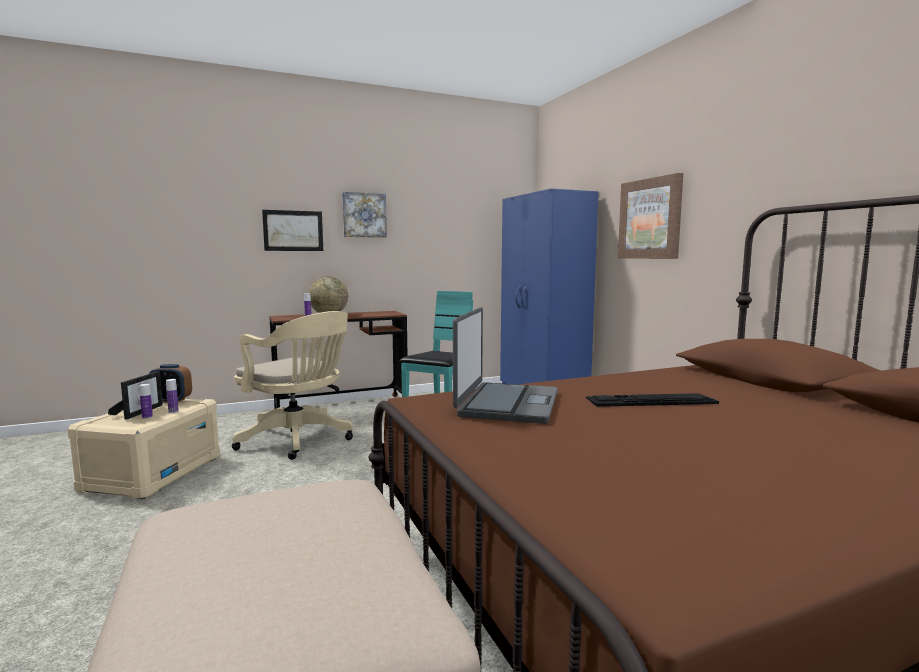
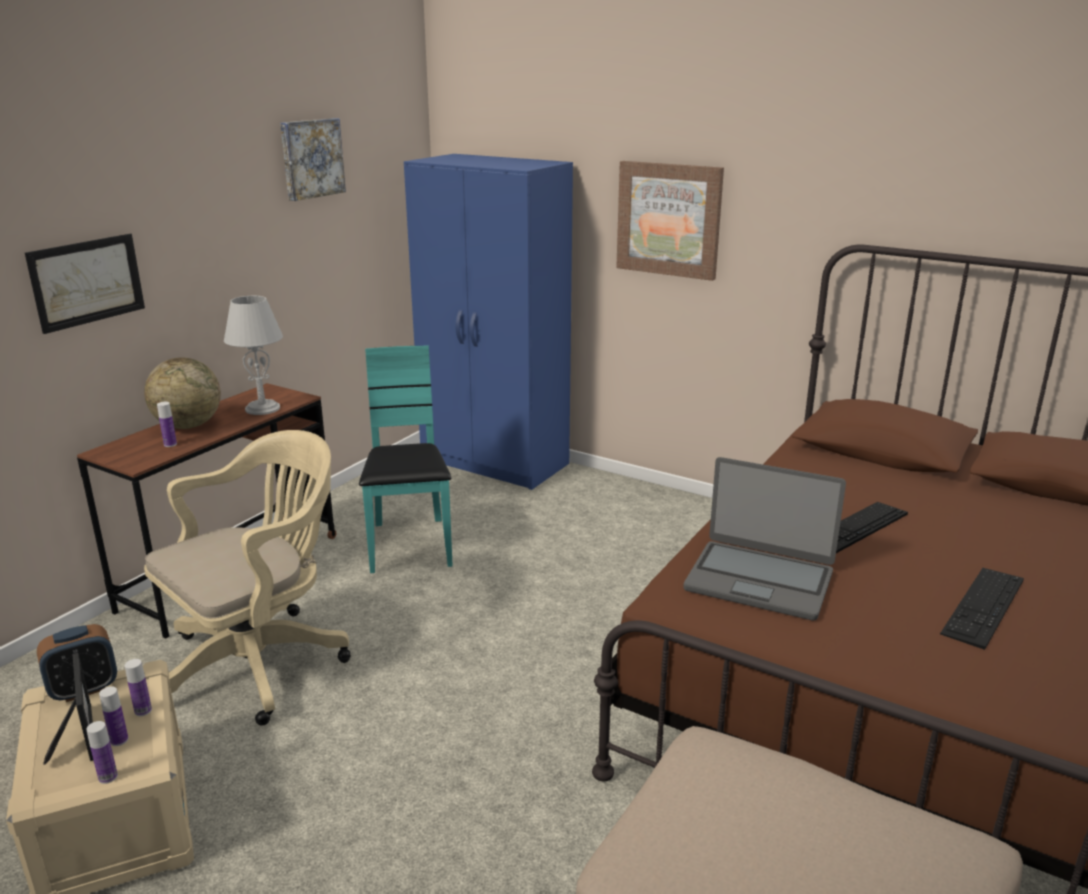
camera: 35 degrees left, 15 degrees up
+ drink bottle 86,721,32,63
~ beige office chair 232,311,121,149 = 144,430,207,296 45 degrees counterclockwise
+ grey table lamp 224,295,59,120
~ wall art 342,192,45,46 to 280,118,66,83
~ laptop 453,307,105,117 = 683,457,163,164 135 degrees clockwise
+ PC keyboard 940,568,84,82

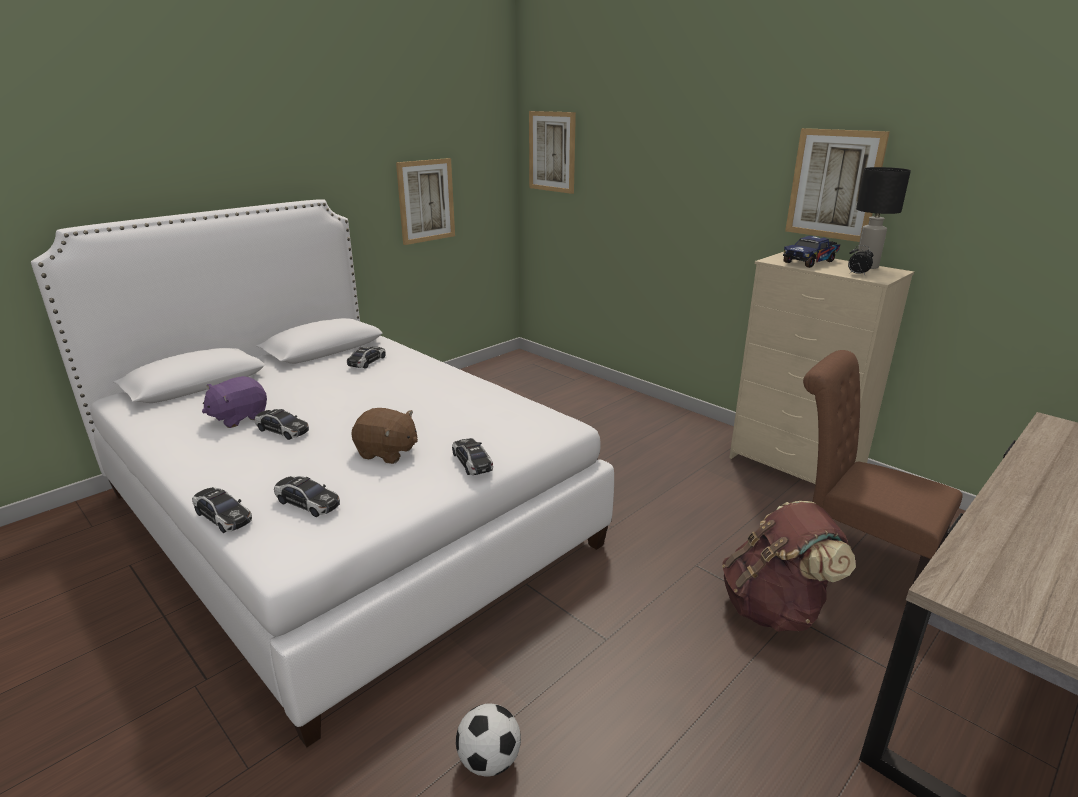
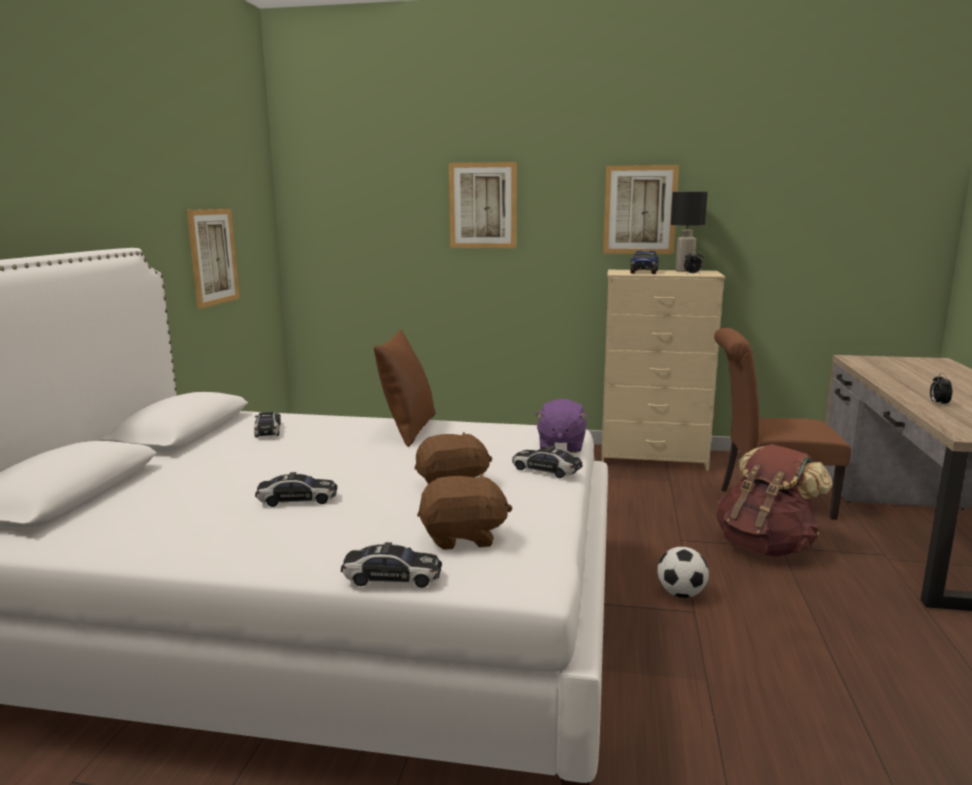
camera: 35 degrees left, 10 degrees down
+ brownish pillow 374,329,61,118
~ miniature car 274,476,66,41 to brownish plush toy 417,473,96,77
~ wall art 529,111,47,83 to 449,162,68,86
~ purple plush toy 202,376,65,52 to 534,399,55,54
~ ball for football 456,704,65,73 to 657,547,52,51
+ table clock 930,373,22,33

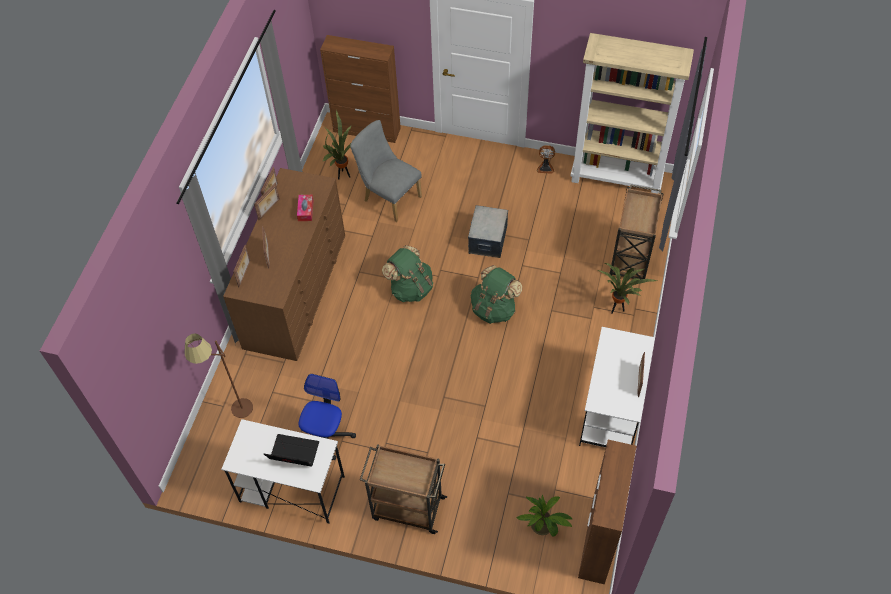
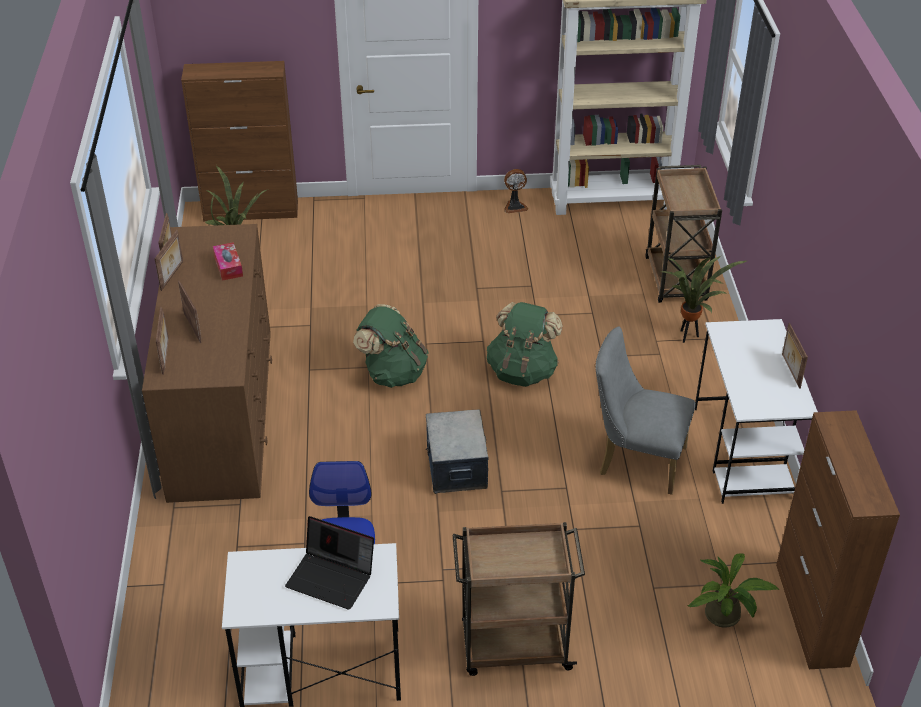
camera: 20 degrees left, 15 degrees down
~ laptop 263,434,56,33 = 285,516,89,94 150 degrees counterclockwise
~ storage bin 468,205,40,53 to 426,410,63,84
~ grey plain chair 350,120,72,102 to 595,327,100,168
- brownish standing lamp 184,334,69,84

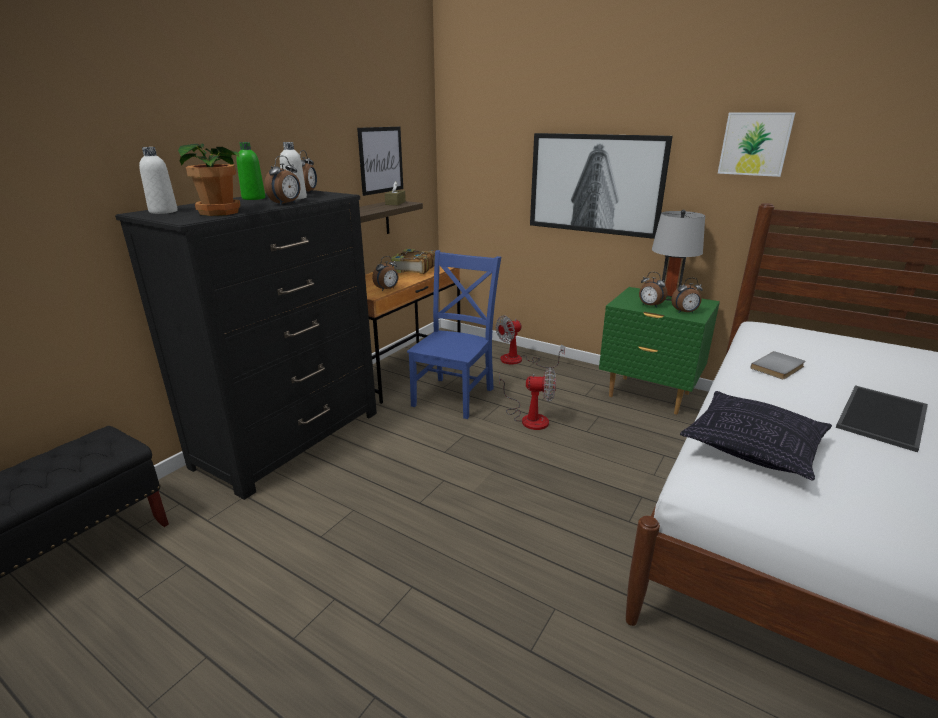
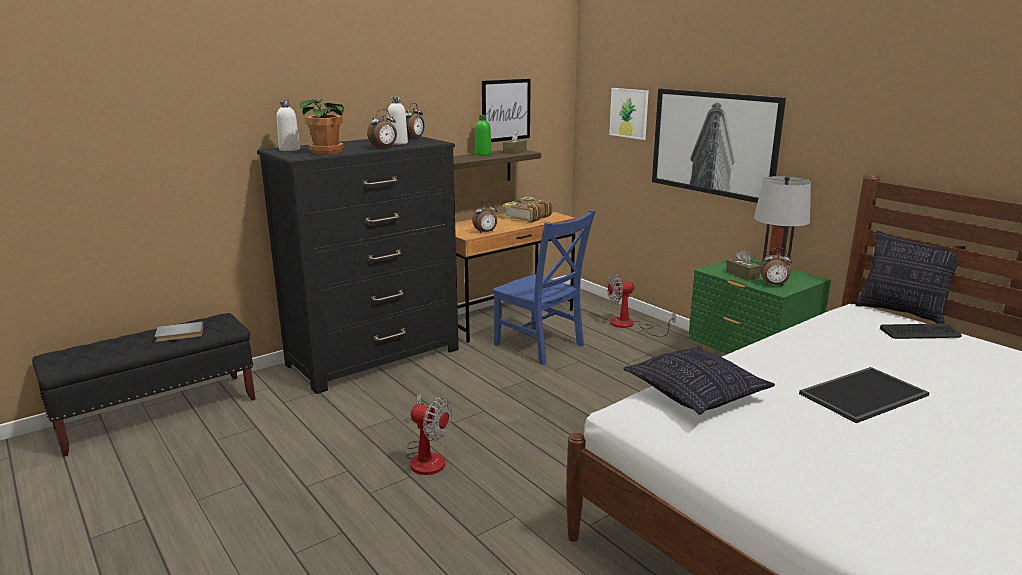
camera: 20 degrees right, 5 degrees down
~ grey volume 750,351,55,28 to 155,322,49,20
~ fan 499,367,57,63 to 406,394,46,81
~ greenish drink bottle 236,142,29,58 to 475,115,17,41
~ blue-coloured plain chair 407,250,94,169 = 492,210,104,155 90 degrees clockwise
~ wall art 718,112,78,65 to 609,88,40,52
~ table clock 639,272,28,36 to brownish box of tissues 726,250,35,31
+ pillow 855,230,111,94
+ PC keyboard 880,323,82,16

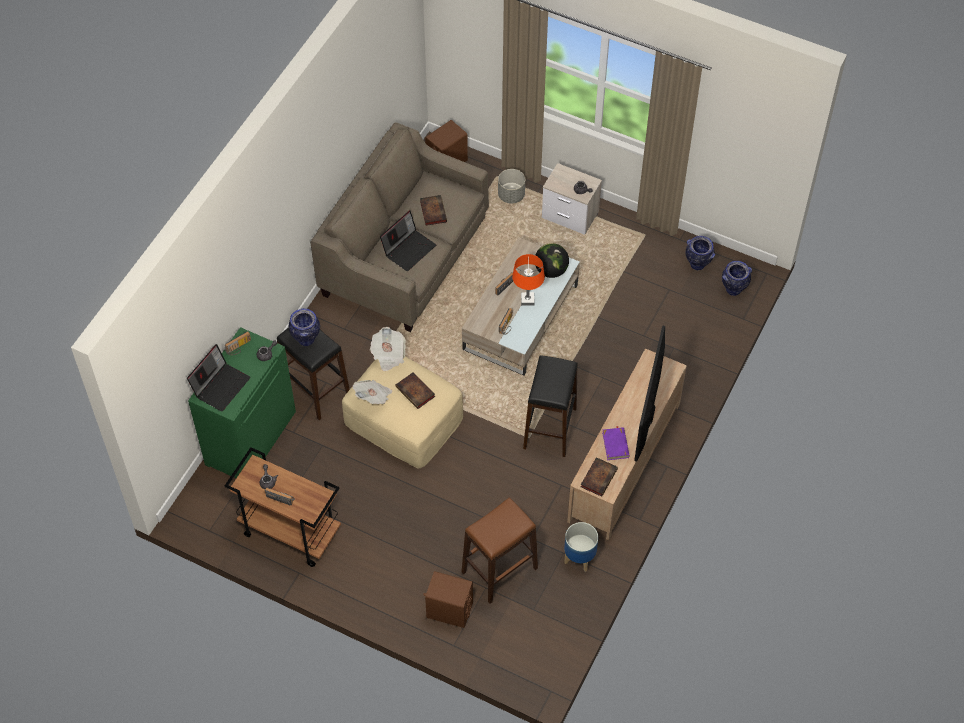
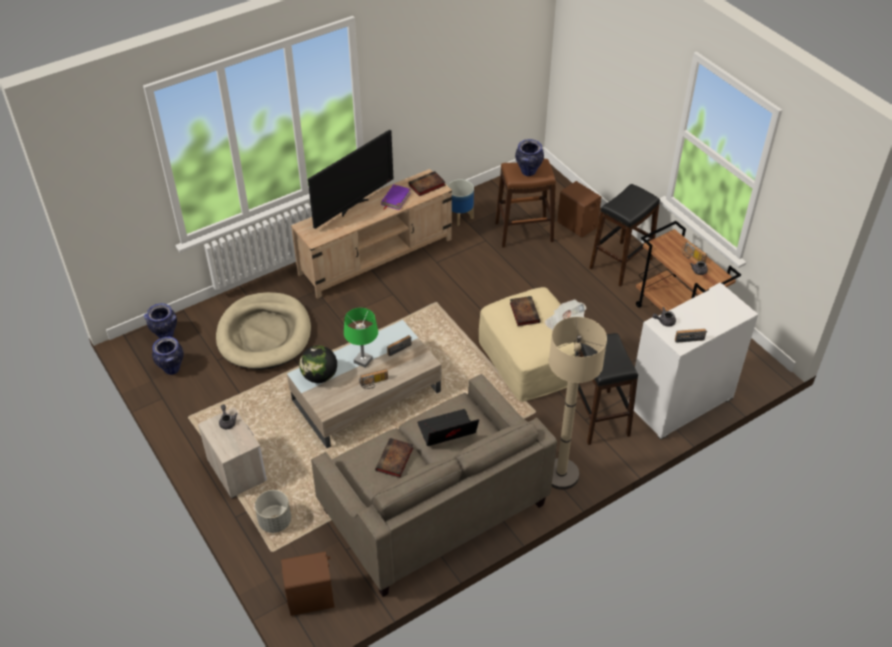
camera: 150 degrees left, 10 degrees down
+ beige dog cushion 216,292,95,78
~ orange-coloured table lamp 512,254,33,52 to greenish table lamp 344,308,34,60
~ vase 289,308,31,38 to 515,139,29,37
+ beige standing lamp 549,317,58,173
~ blackish sitting stool 523,355,55,102 to 590,184,70,103
~ greenish cupboard 188,327,108,151 to white-coloured cupboard 628,283,130,157
- laptop 187,344,64,67
- daily paper 370,327,36,44

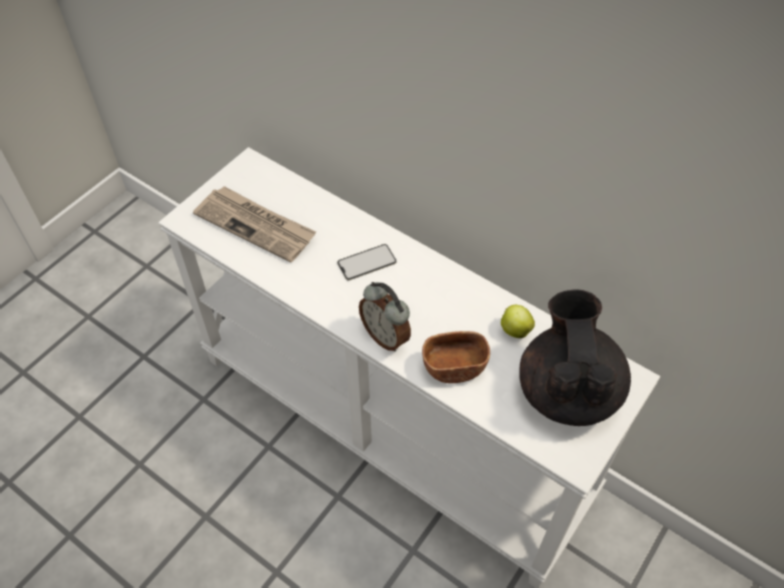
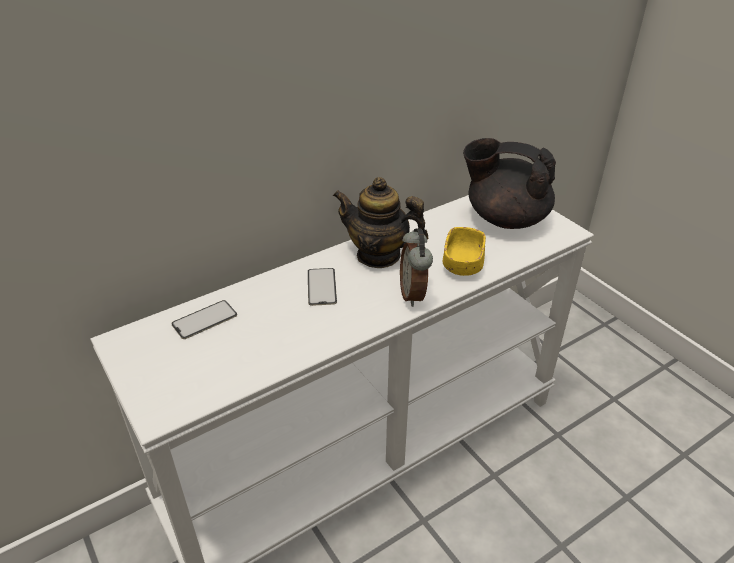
camera: 70 degrees left, 15 degrees down
+ phone 171,300,66,39
+ pot for tea 333,177,95,91
~ table clock 359,282,52,69 = 400,229,33,78 105 degrees clockwise
~ brownish deep dish 422,331,68,52 to yellow-coloured deep dish 443,227,43,49
- daily paper 193,186,123,77
- whole apple 501,305,34,33

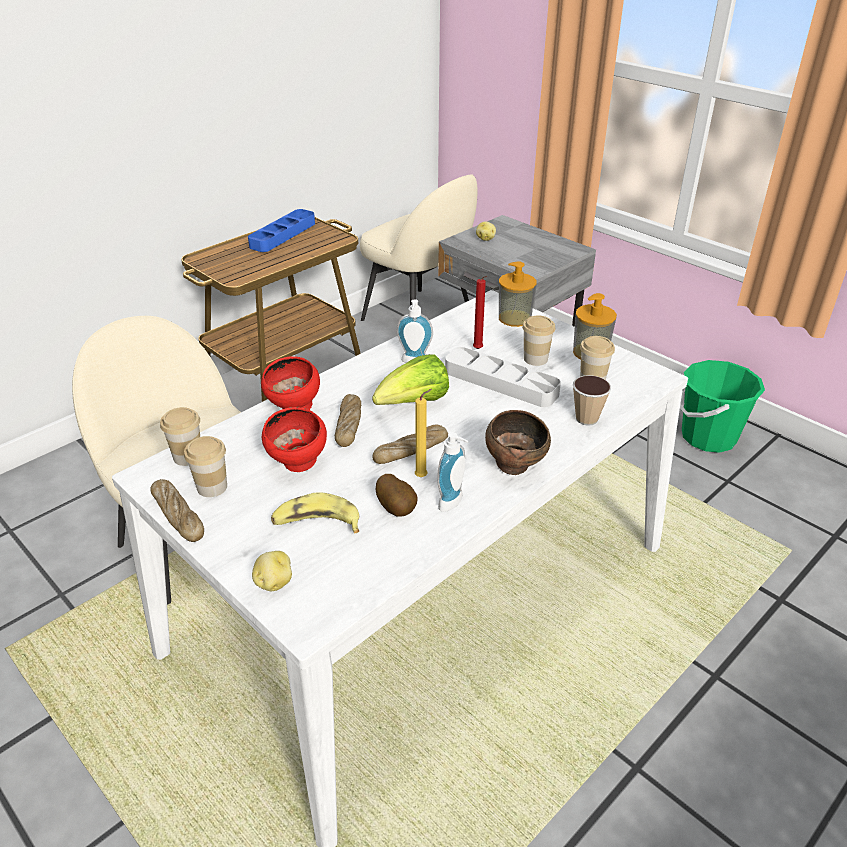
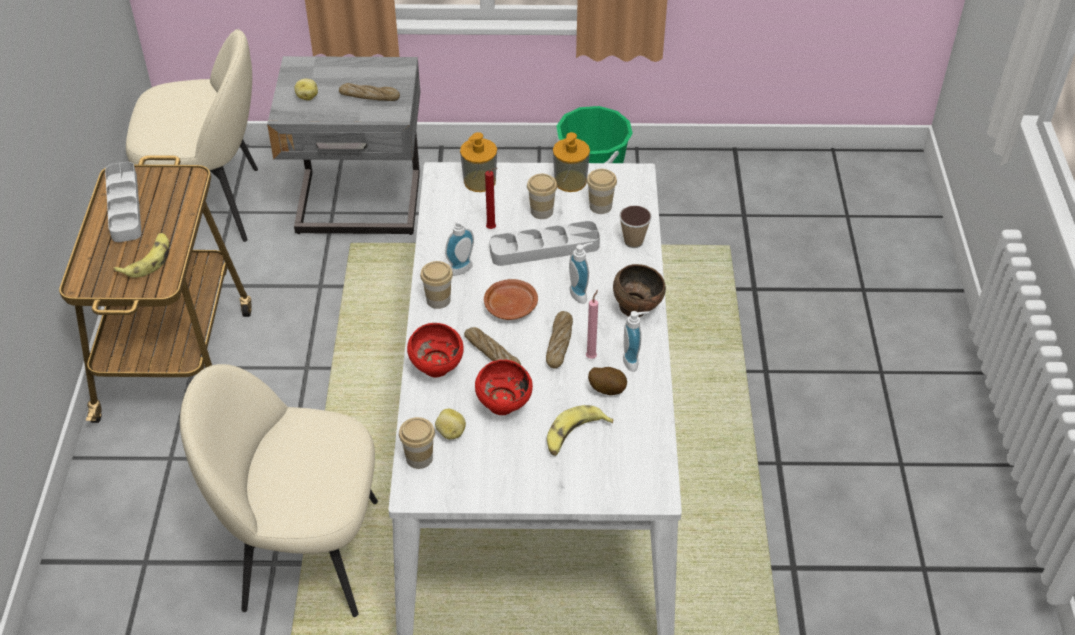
camera: 45 degrees left, 10 degrees up
~ blue-coloured tray 248,209,67,43 to grey tray 105,162,37,80
+ whole banana 114,233,56,45
~ bread 150,479,54,63 to 339,83,61,18
~ small cup 184,436,43,61 to 420,261,33,48
~ spud 252,551,40,40 to 435,409,31,30
~ lettuce head 372,354,77,51 to brownish flat dish 484,279,54,41
+ soap bottle 569,242,24,62
~ yellow-coloured wax light 415,389,17,88 to pink-coloured wax light 586,290,12,69

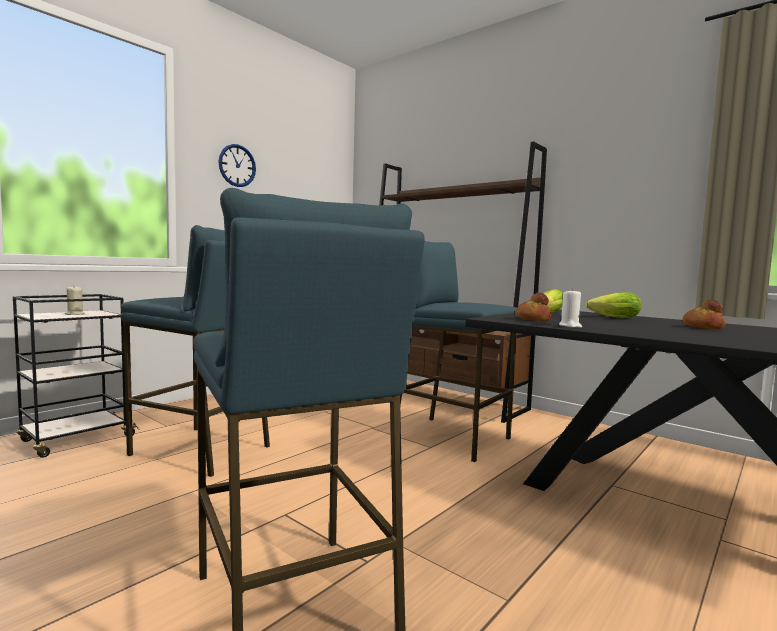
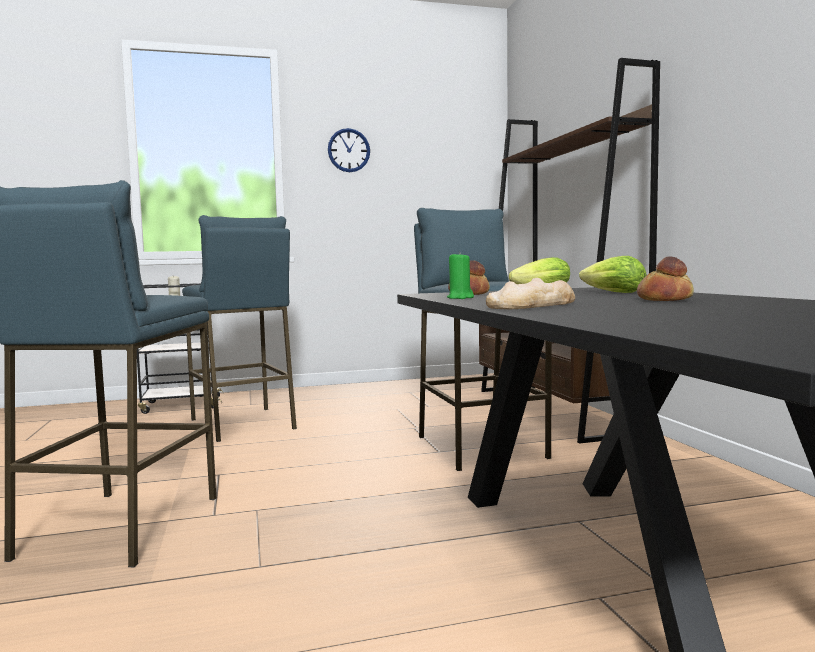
camera: 35 degrees right, 0 degrees up
~ white-coloured wax light 559,289,23,39 to greenish wax light 447,252,27,47
+ bread 486,278,89,31

